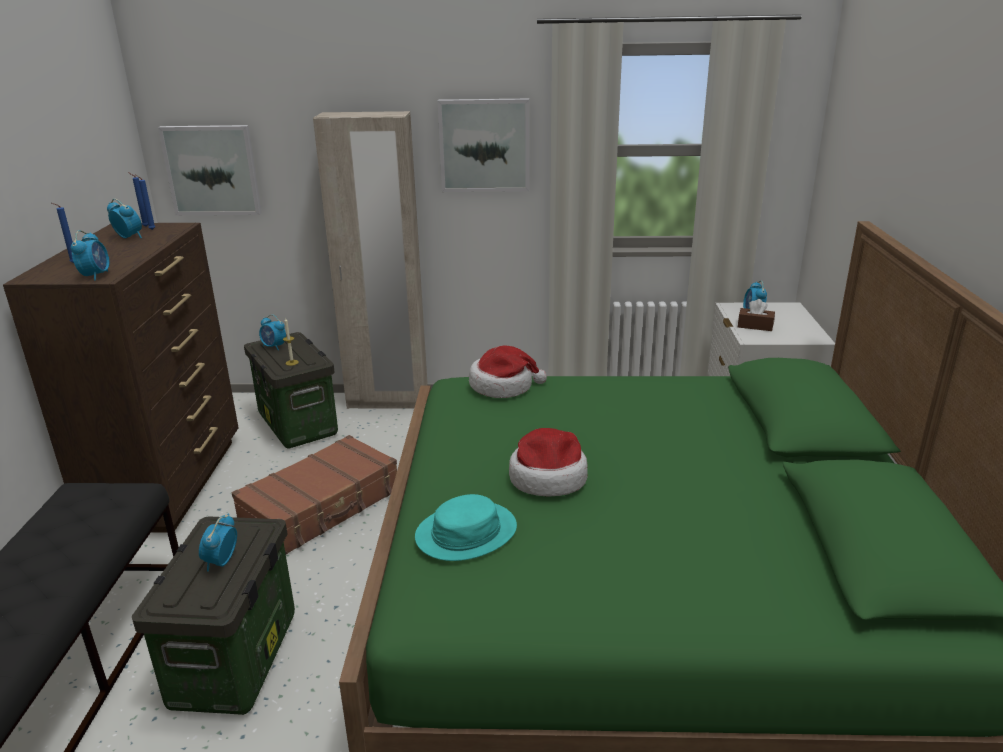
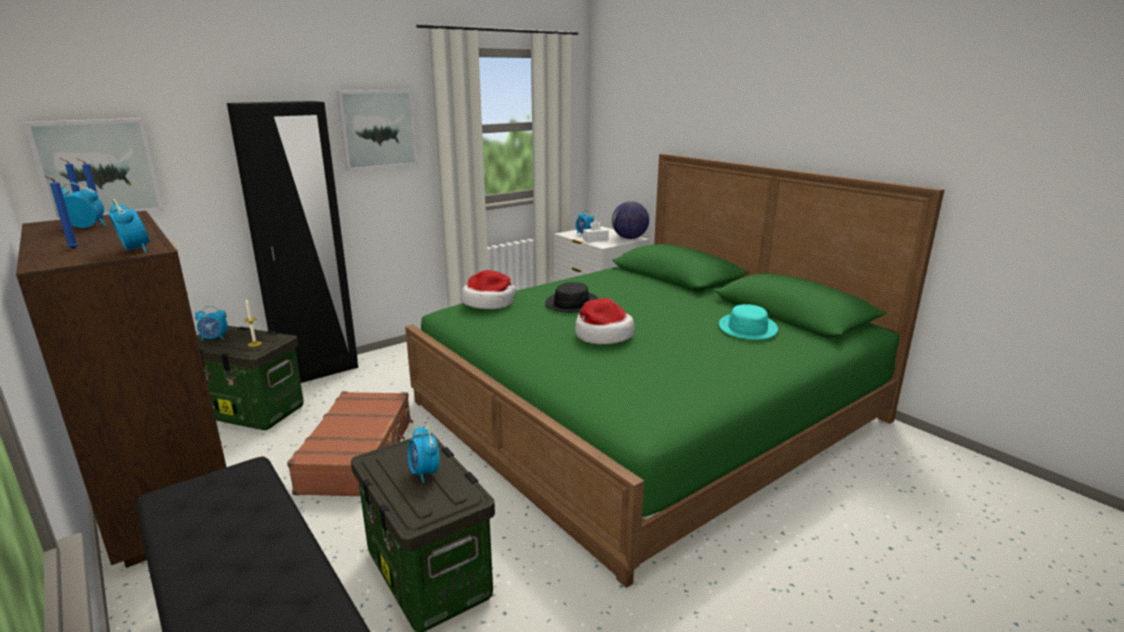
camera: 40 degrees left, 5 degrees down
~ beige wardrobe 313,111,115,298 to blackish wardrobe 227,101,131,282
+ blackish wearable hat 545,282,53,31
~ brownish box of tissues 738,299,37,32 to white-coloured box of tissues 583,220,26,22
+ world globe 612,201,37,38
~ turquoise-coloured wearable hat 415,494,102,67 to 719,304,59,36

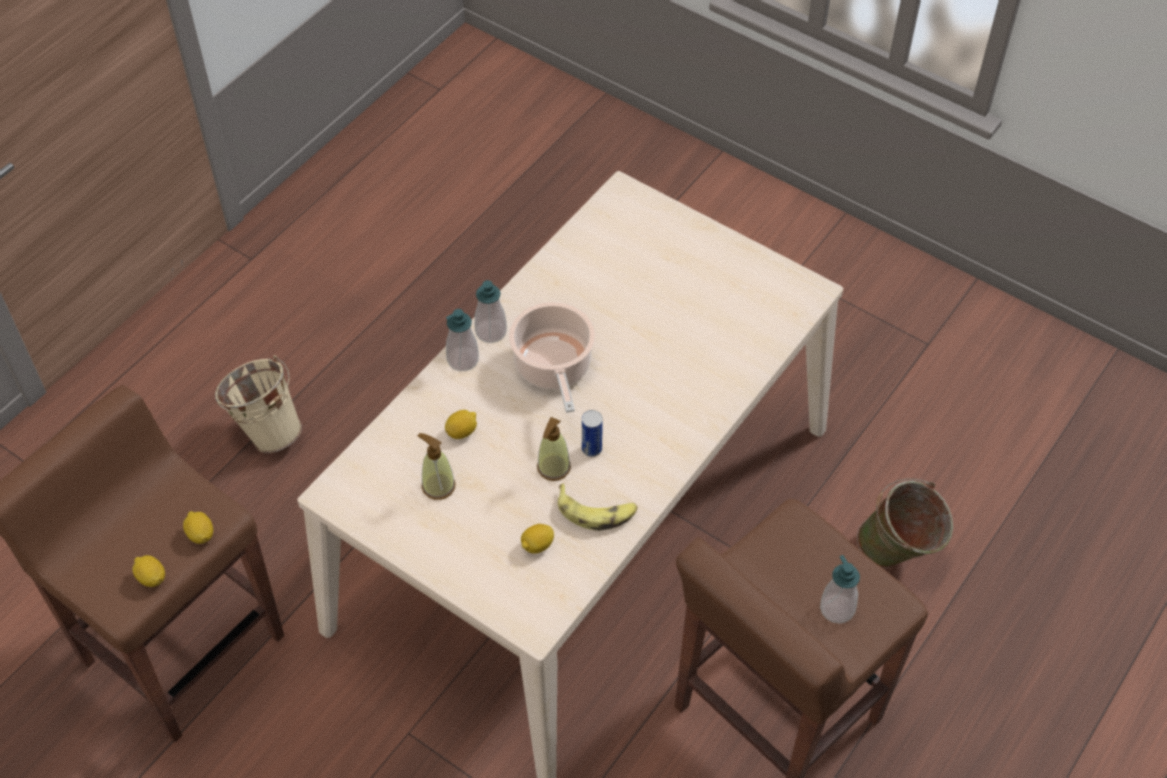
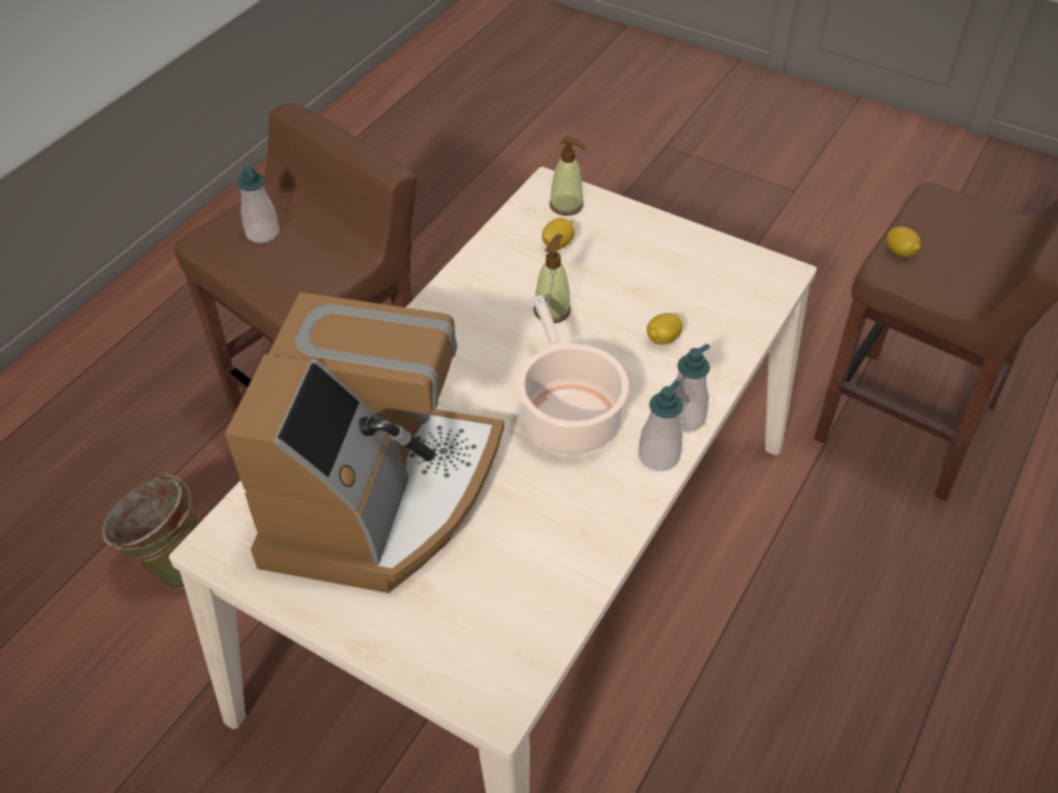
camera: 175 degrees right, 5 degrees down
+ coffee maker 225,292,279,301
~ soap bottle 417,433,39,67 to 550,136,36,80
- citrus fruit 132,555,33,32
- beige pail 215,355,87,98
- whole banana 558,483,80,48
- sealed can 582,410,21,47

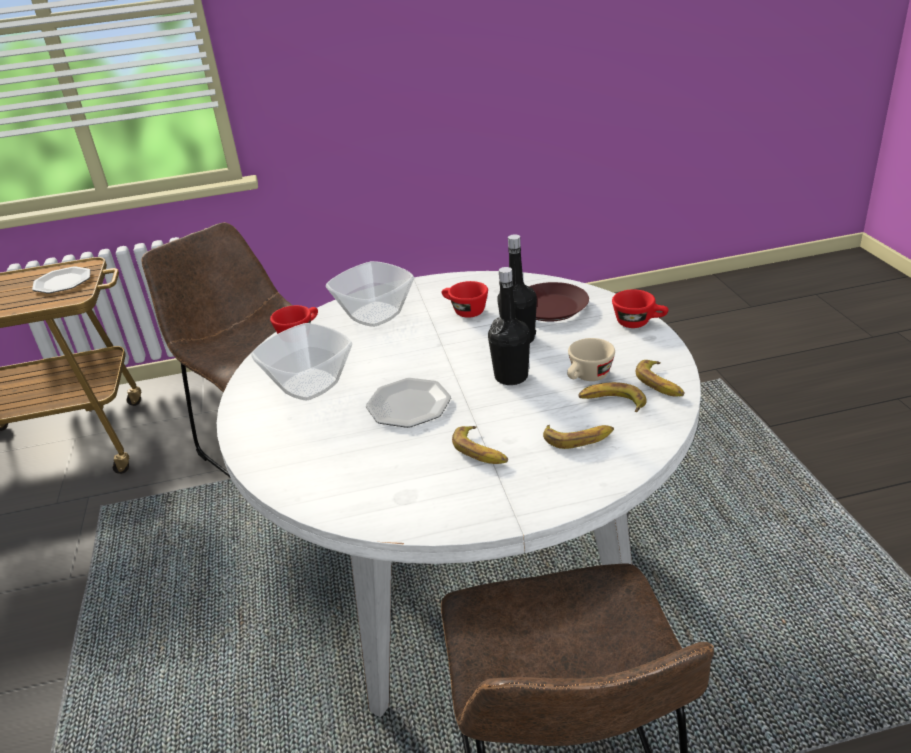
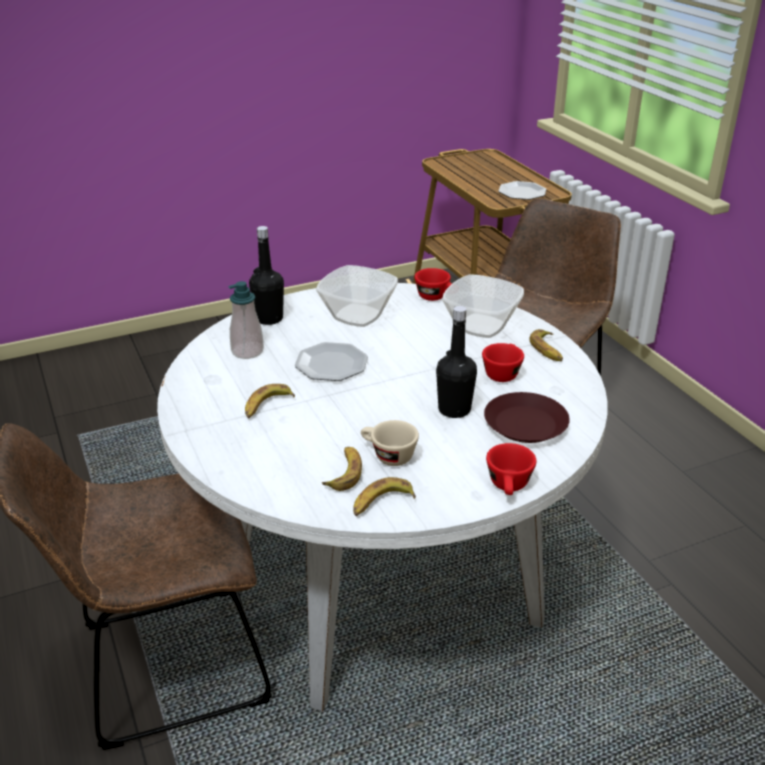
camera: 75 degrees right, 0 degrees up
+ soap bottle 228,281,36,78
~ blackish drink bottle 488,267,42,118 to 249,226,35,99
~ whole banana 543,425,71,24 to 529,329,34,32

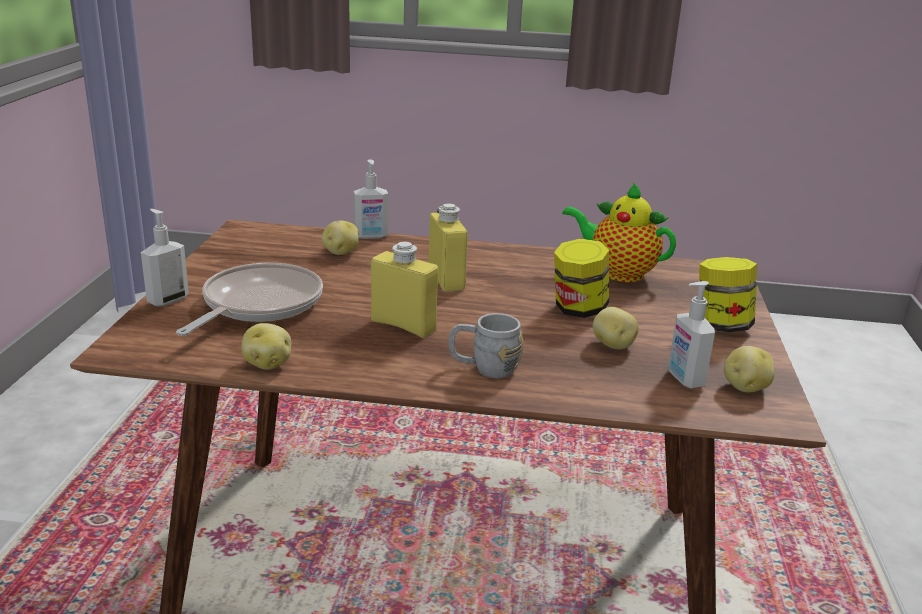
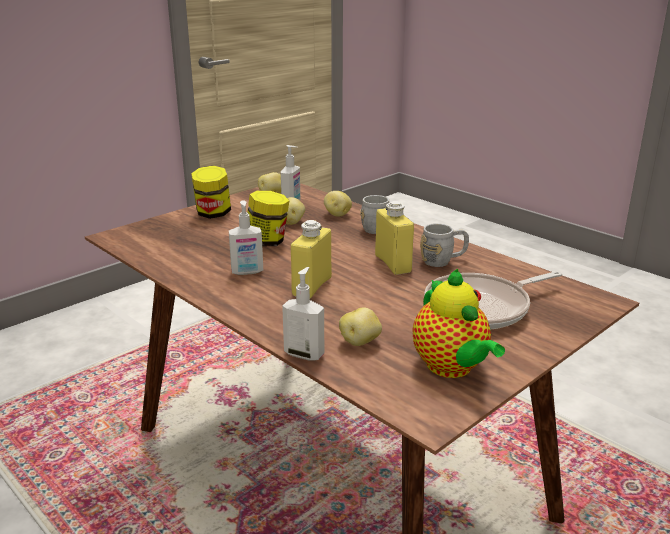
camera: 140 degrees left, 0 degrees up
~ soap bottle 141,209,48,98 to 229,200,34,75
~ spud 241,323,50,47 to 324,191,28,26
~ pot for tea 562,182,114,100 to 413,269,92,109
+ grey mug 420,223,49,44

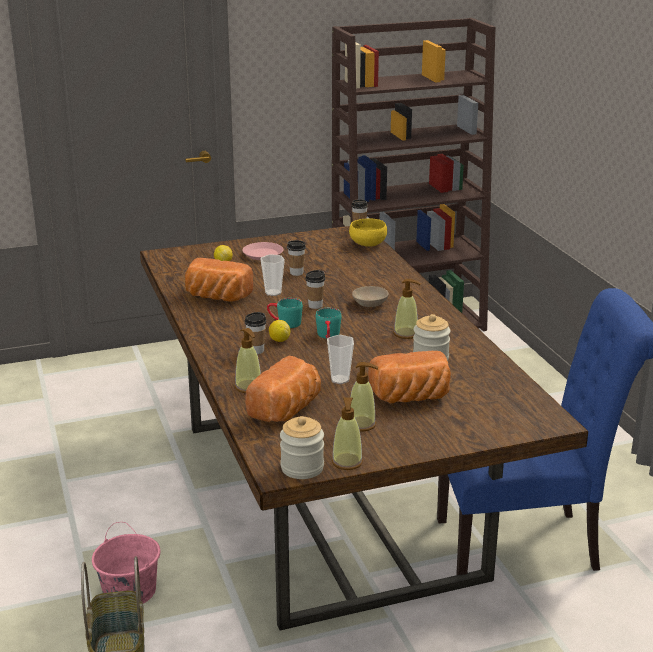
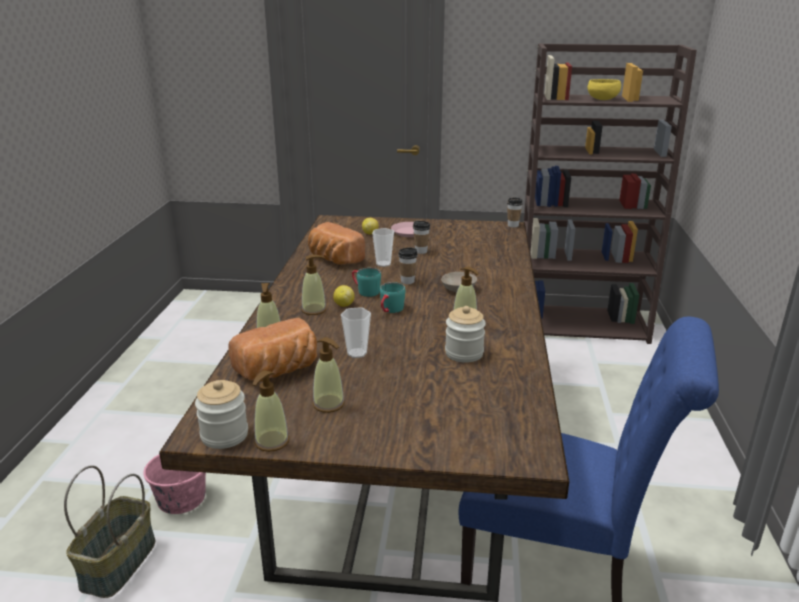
camera: 25 degrees right, 0 degrees up
~ small cup 245,312,21,42 to soap bottle 301,255,25,60
~ yellow-coloured deep dish 349,219,38,28 to 587,79,34,21
- bread 368,351,83,53

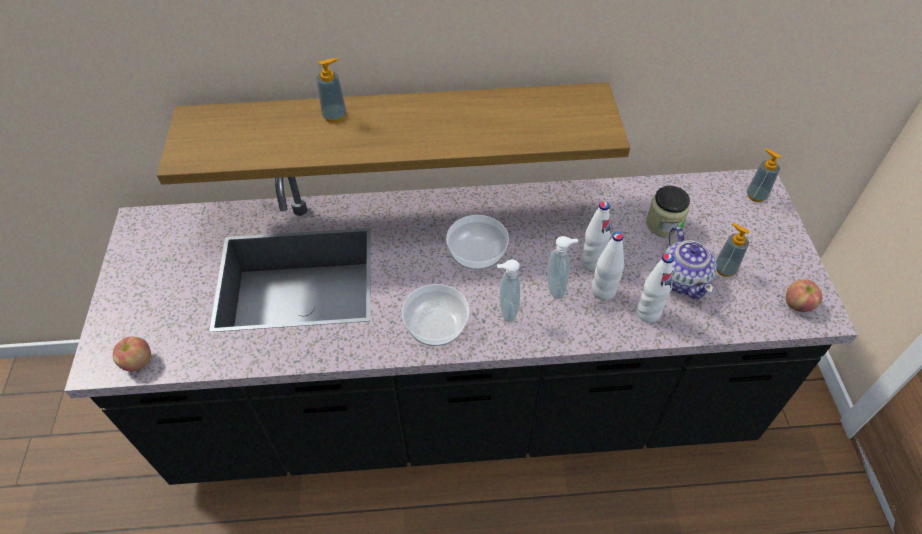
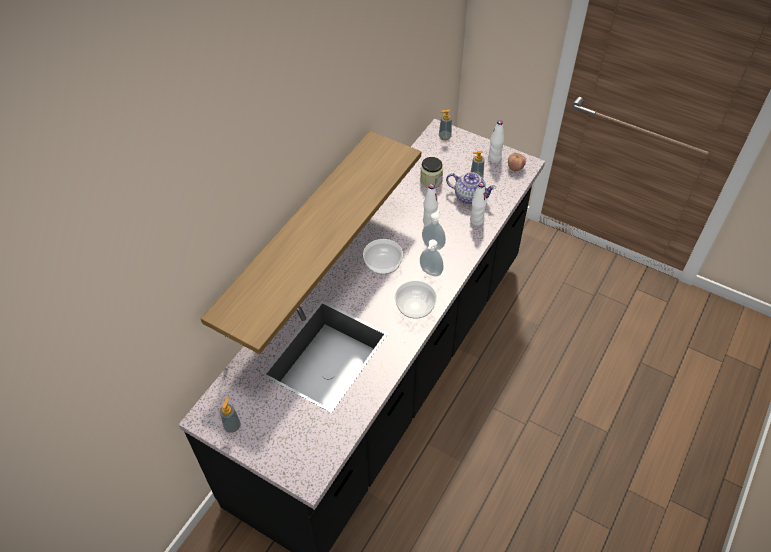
camera: 55 degrees left, 0 degrees up
~ soap bottle 317,58,30,65 to 220,397,21,36
~ white-coloured drink bottle 592,232,32,69 to 488,120,16,43
- whole apple 113,337,38,34

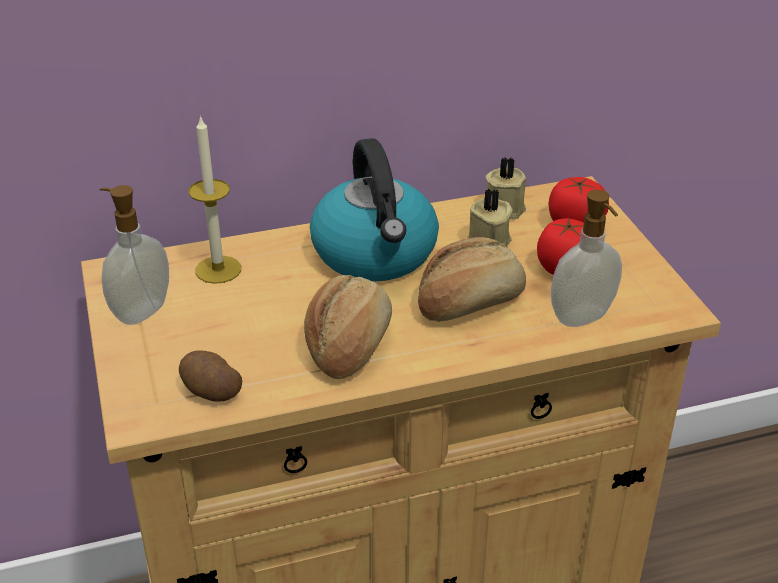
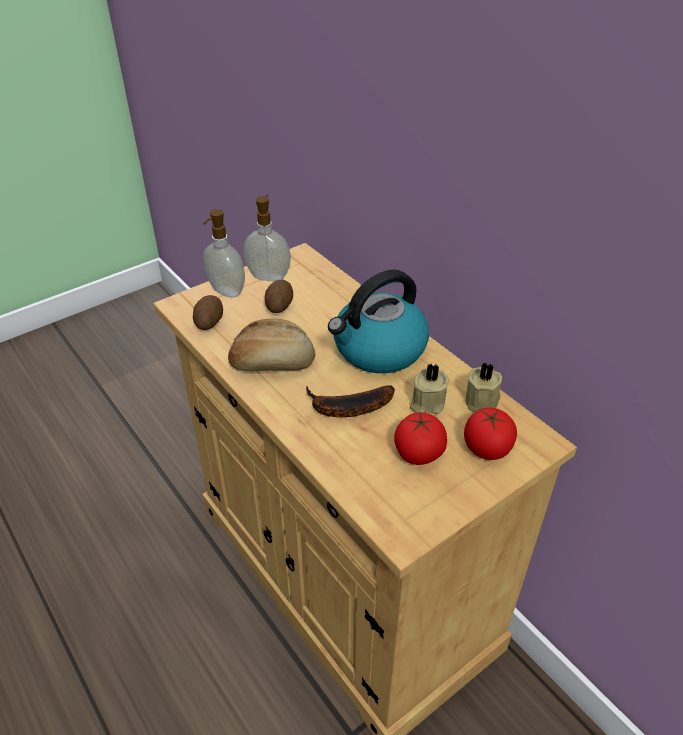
camera: 70 degrees right, 5 degrees up
~ soap bottle 551,190,71,137 to 203,209,42,89
+ spud 265,280,28,33
~ bread 418,237,108,85 to whole banana 306,385,89,32
- wax light 189,115,52,169

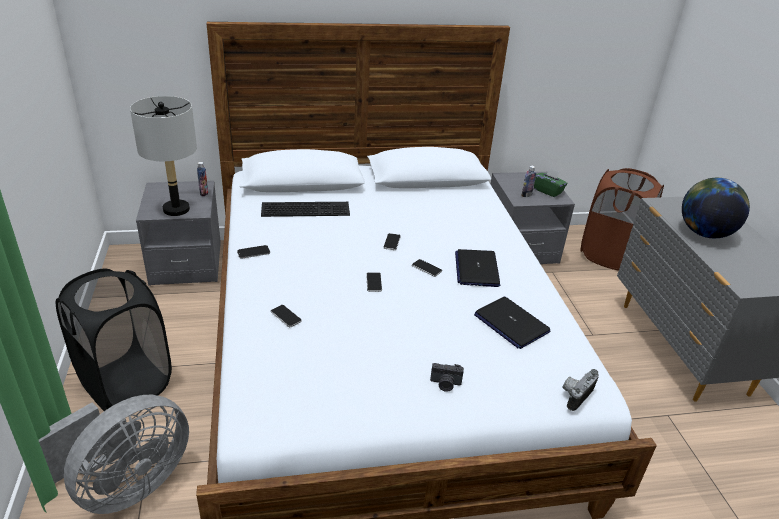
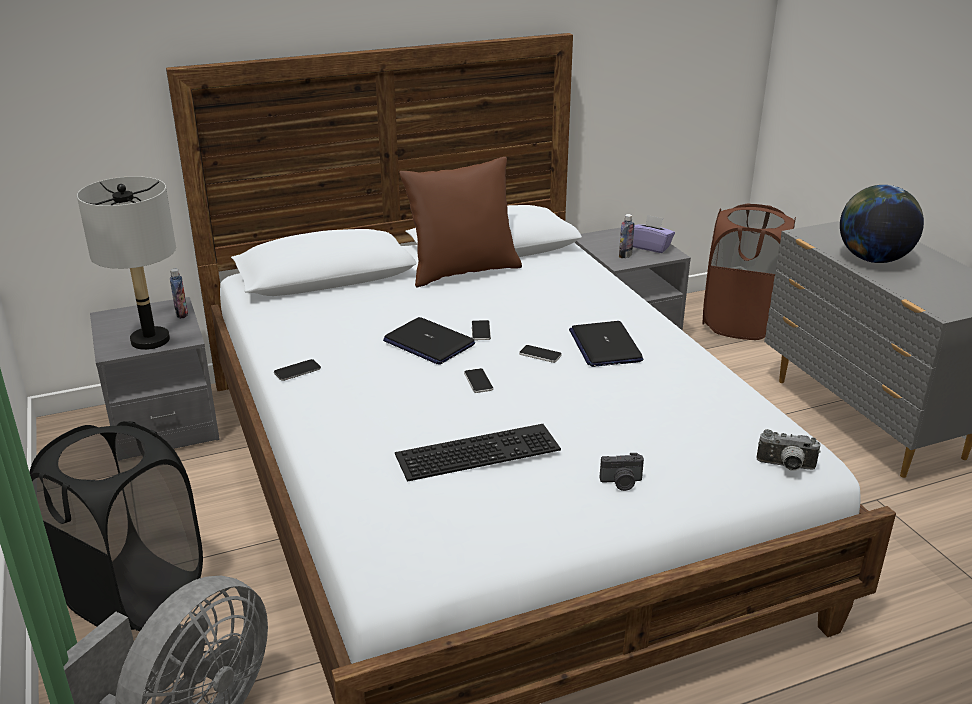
camera: 10 degrees left, 5 degrees down
~ laptop 474,297,76,52 to 383,317,92,48
~ PC keyboard 261,202,89,15 to 395,424,166,58
+ brownish pillow 399,157,123,130
~ greenish box of tissues 534,167,33,30 to purple box of tissues 633,215,42,38
~ still camera 562,369,37,42 = 756,429,65,42 105 degrees counterclockwise
- phone 271,305,31,22

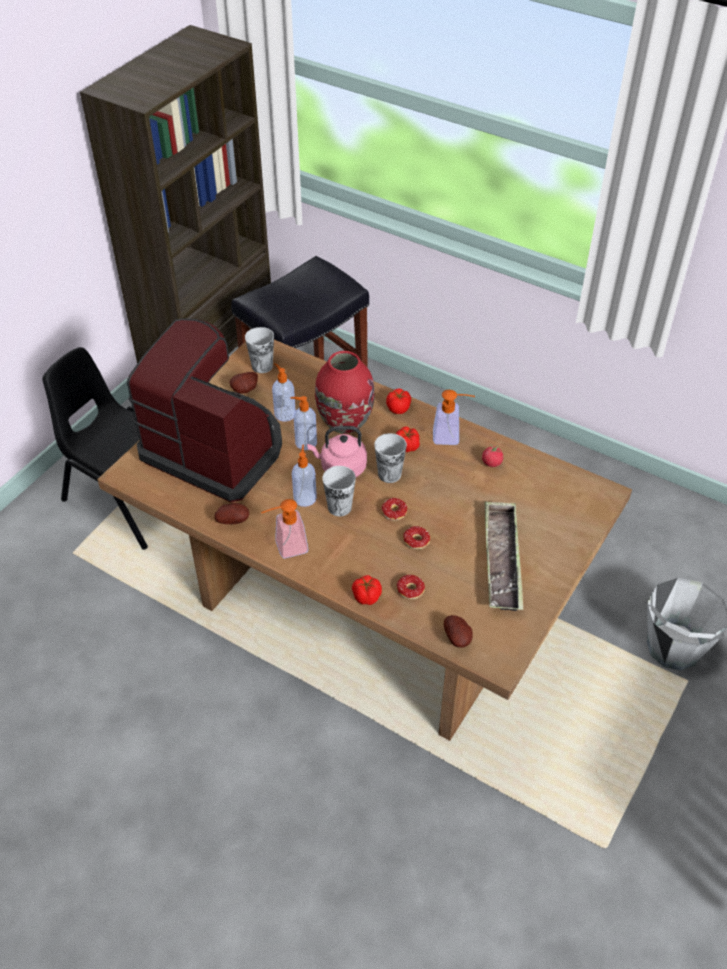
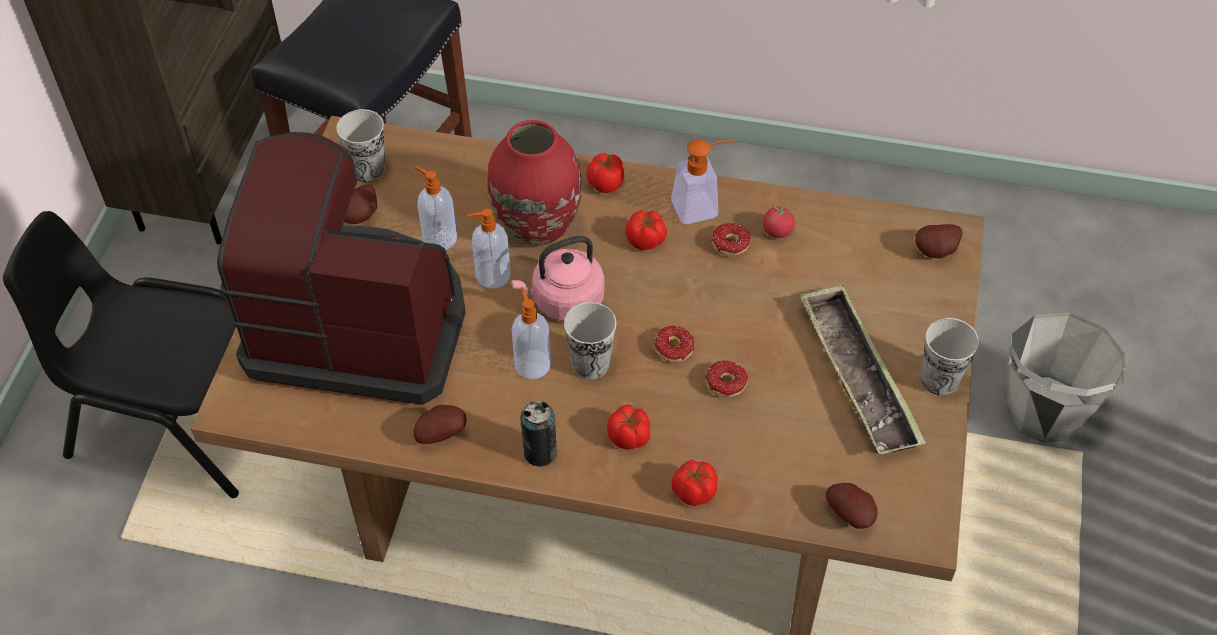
camera: 20 degrees left, 5 degrees up
~ soap bottle 261,499,47,59 to sealed can 521,400,36,67
+ tomato 607,405,43,44
~ doughnut 397,575,28,24 to 711,223,40,33
+ spud 915,224,47,34
~ small cup 374,433,33,50 to 921,318,58,77

